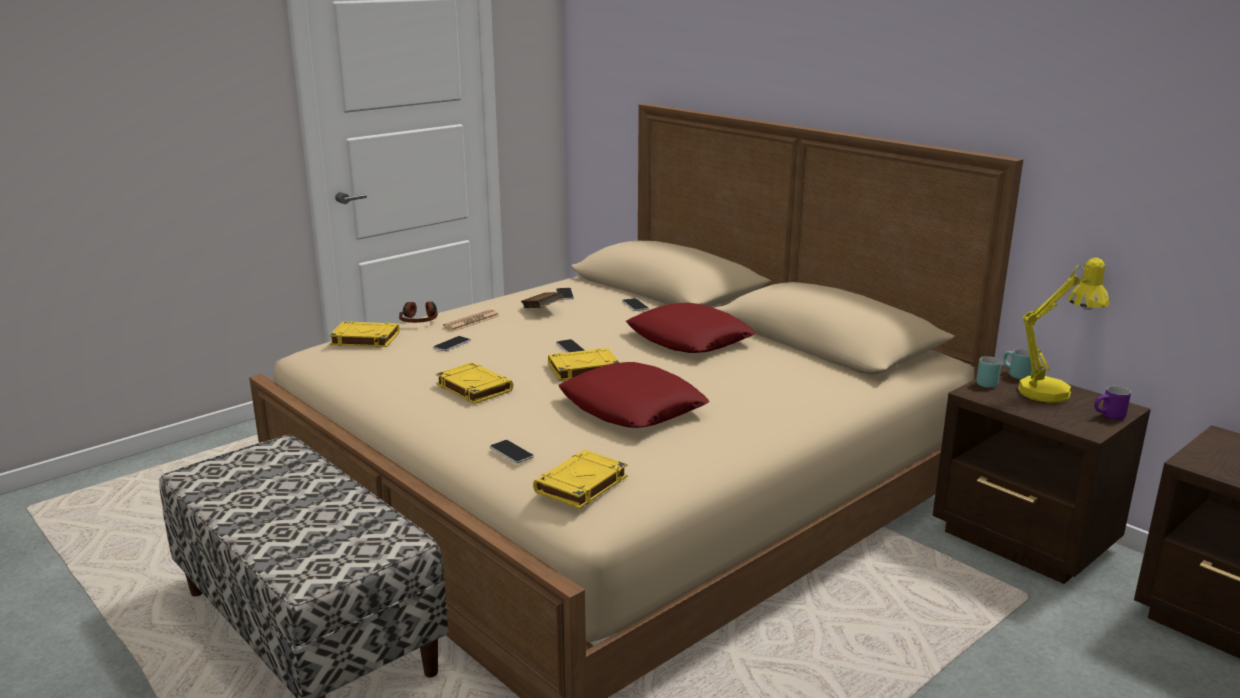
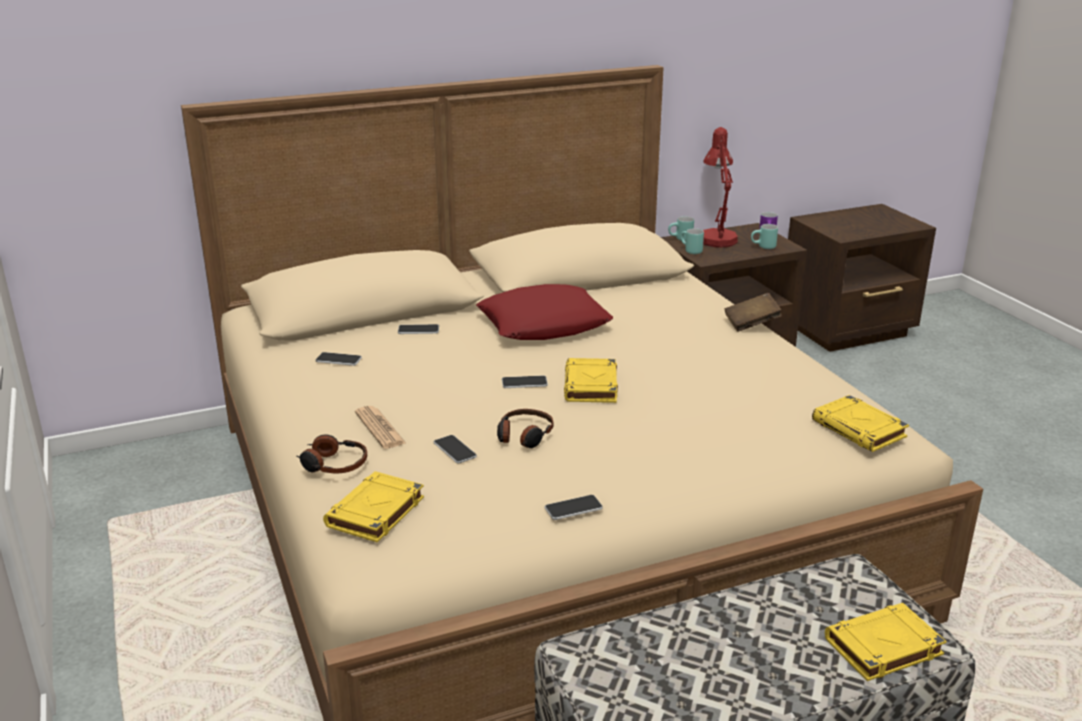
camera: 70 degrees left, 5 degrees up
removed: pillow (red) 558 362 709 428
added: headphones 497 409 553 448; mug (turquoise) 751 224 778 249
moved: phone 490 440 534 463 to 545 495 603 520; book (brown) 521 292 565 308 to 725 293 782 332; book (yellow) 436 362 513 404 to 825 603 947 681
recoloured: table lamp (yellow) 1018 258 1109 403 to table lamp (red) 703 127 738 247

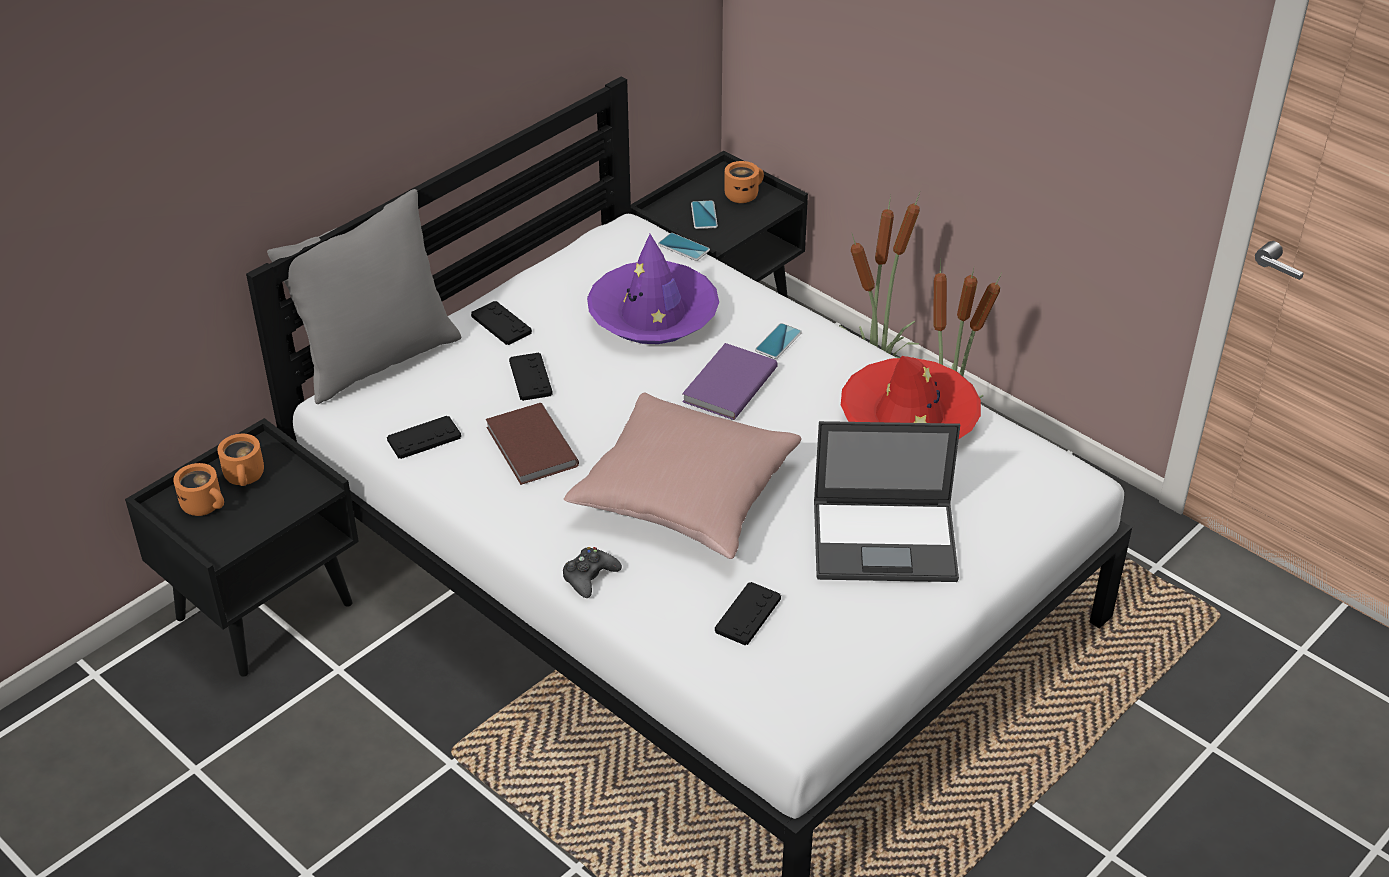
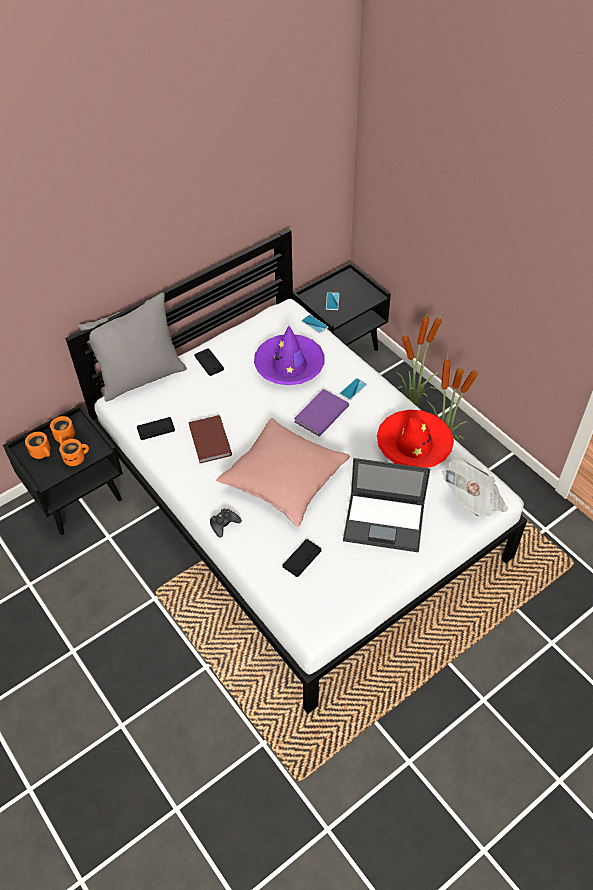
camera: 10 degrees right, 10 degrees up
removed: game controller (black) 509 352 553 401
added: newspaper 443 458 508 516
moved: mug (orange) 724 161 764 203 to 59 439 89 466

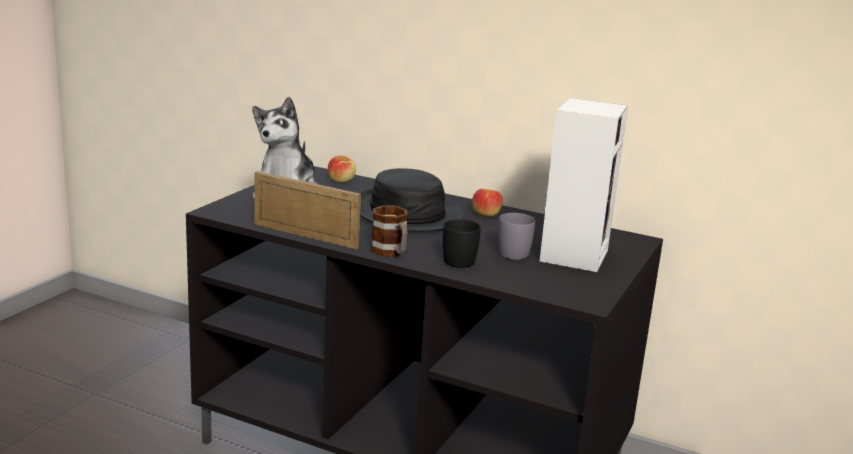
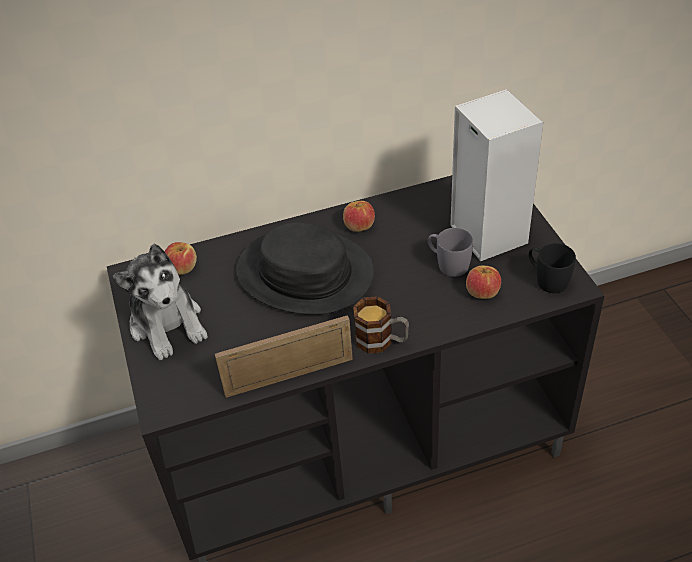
camera: 40 degrees left, 25 degrees up
added: apple 466 266 501 299
moved: mug (black) 443 219 481 268 to 529 243 576 293

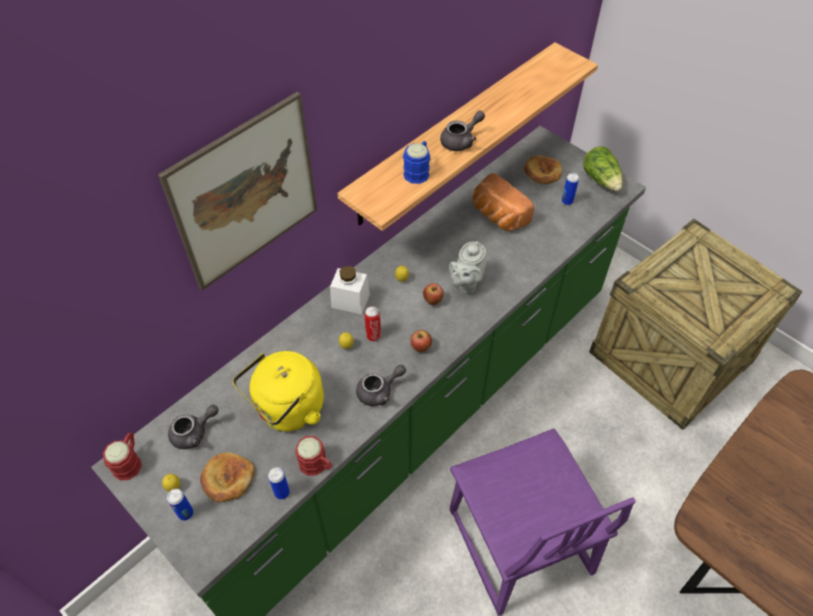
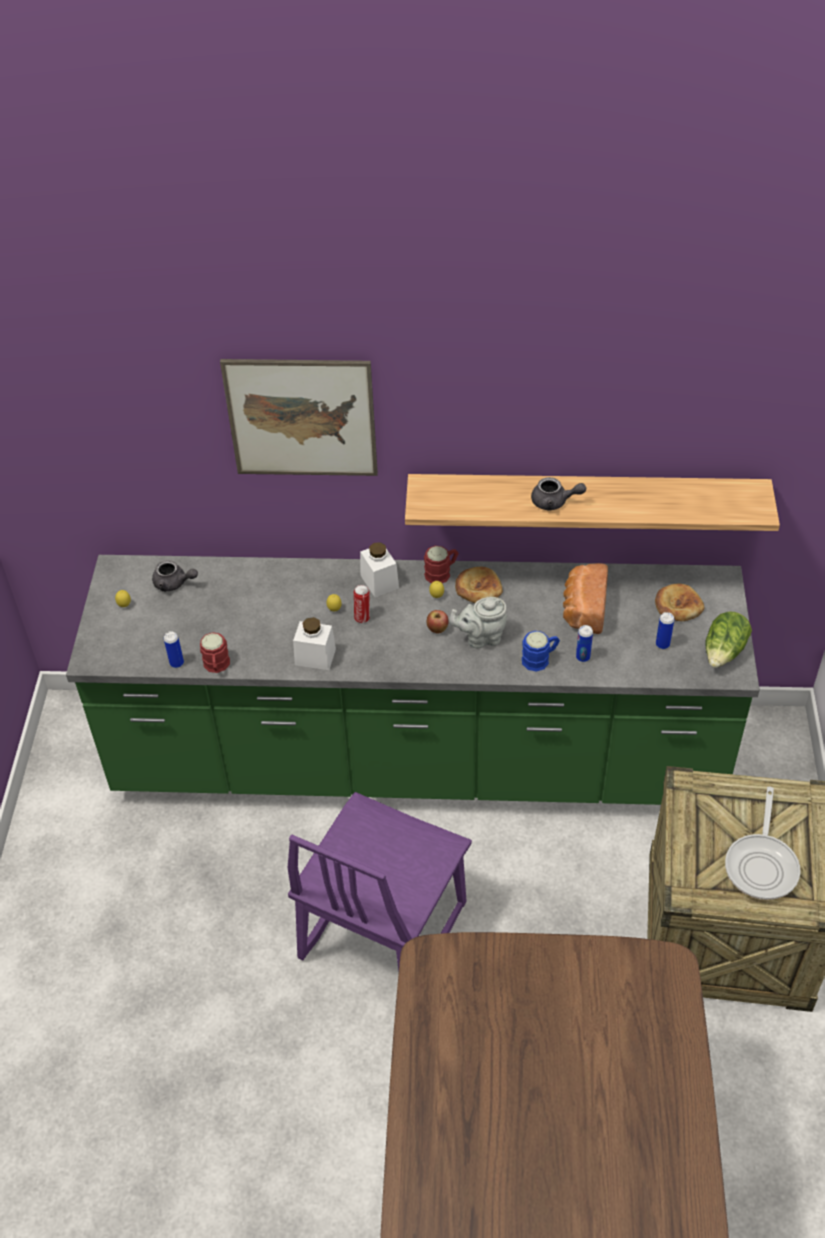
camera: 50 degrees right, 5 degrees down
removed: kettle (yellow) 233 351 324 431; apple 410 330 432 352
added: frying pan 725 787 800 900
moved: mug (red) 103 433 142 481 to 424 546 459 583; bread 200 452 255 502 to 455 567 503 603; mug (blue) 403 141 430 184 to 522 631 560 672; can 167 489 194 521 to 576 625 593 662
replaced: teapot (grey) 356 365 406 406 to jar (white) 293 617 336 670

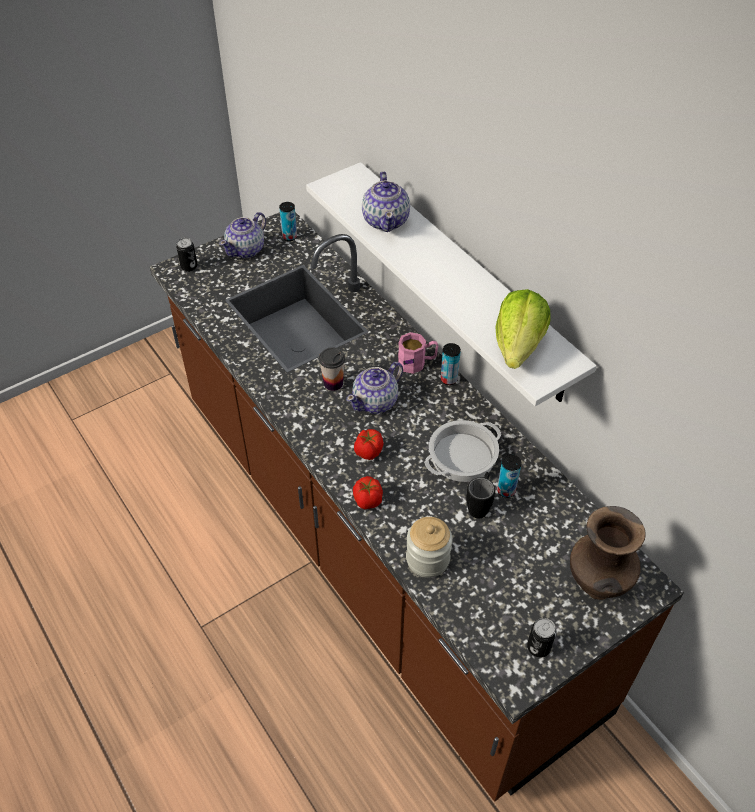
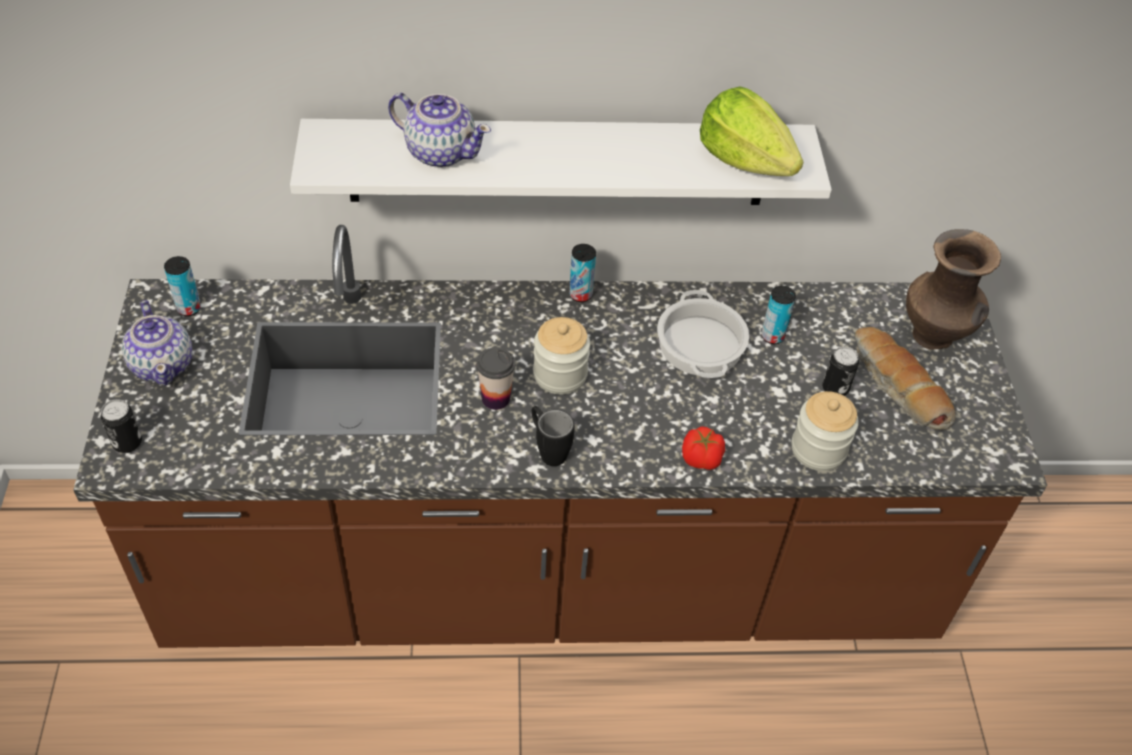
camera: 60 degrees left, 0 degrees up
removed: tomato 354 429 383 460; mug (pink) 398 332 438 374
added: bread 855 327 956 430
moved: mug (black) 466 472 495 519 to 531 406 575 466; can 527 618 557 658 to 822 346 859 396
replaced: teapot 346 362 403 414 to jar 533 317 590 395

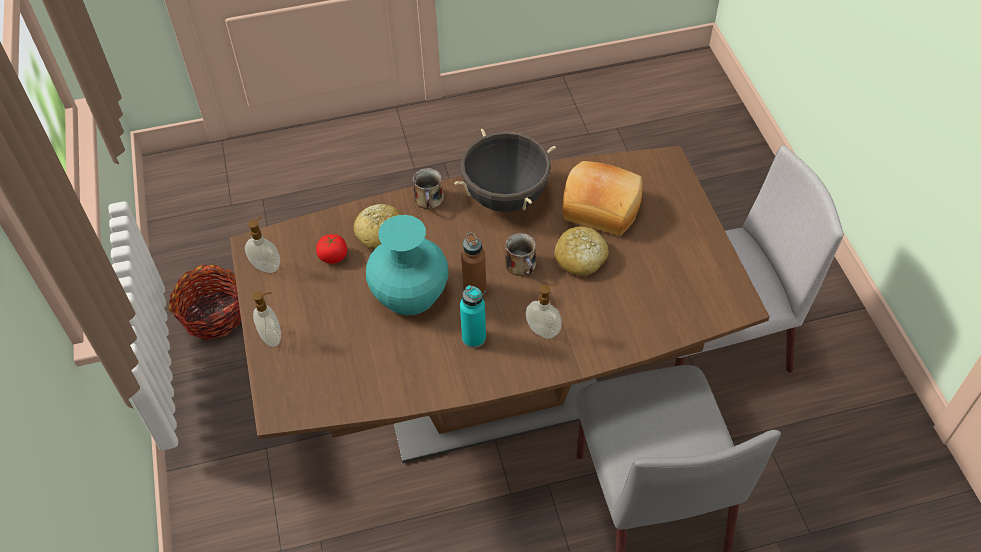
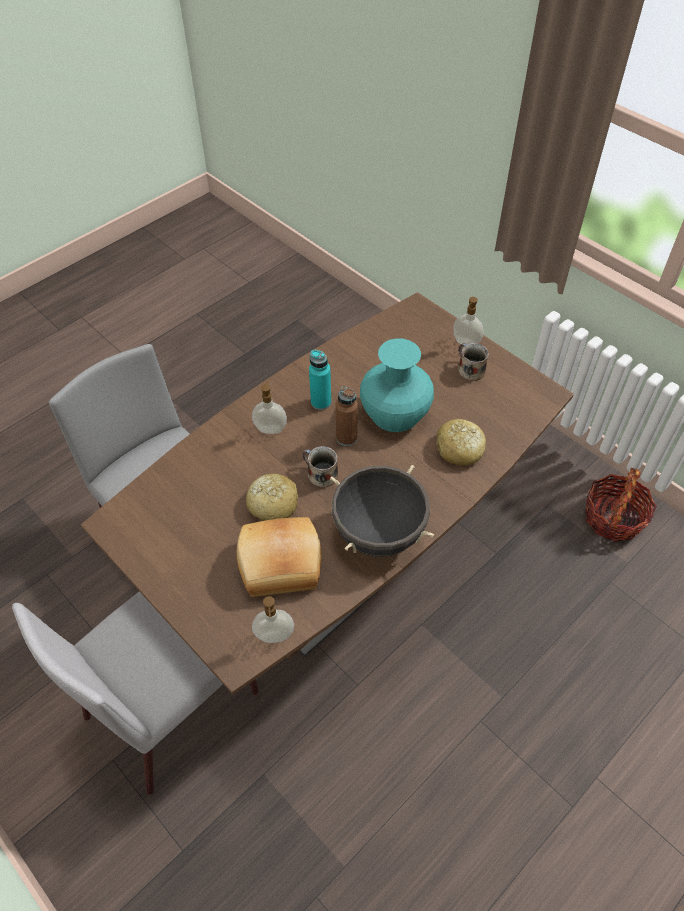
camera: 150 degrees right, 0 degrees up
removed: tomato 316 234 347 264
moved: soap dispenser 245 216 280 273 to 252 596 294 643; mug 413 168 444 209 to 458 343 489 381

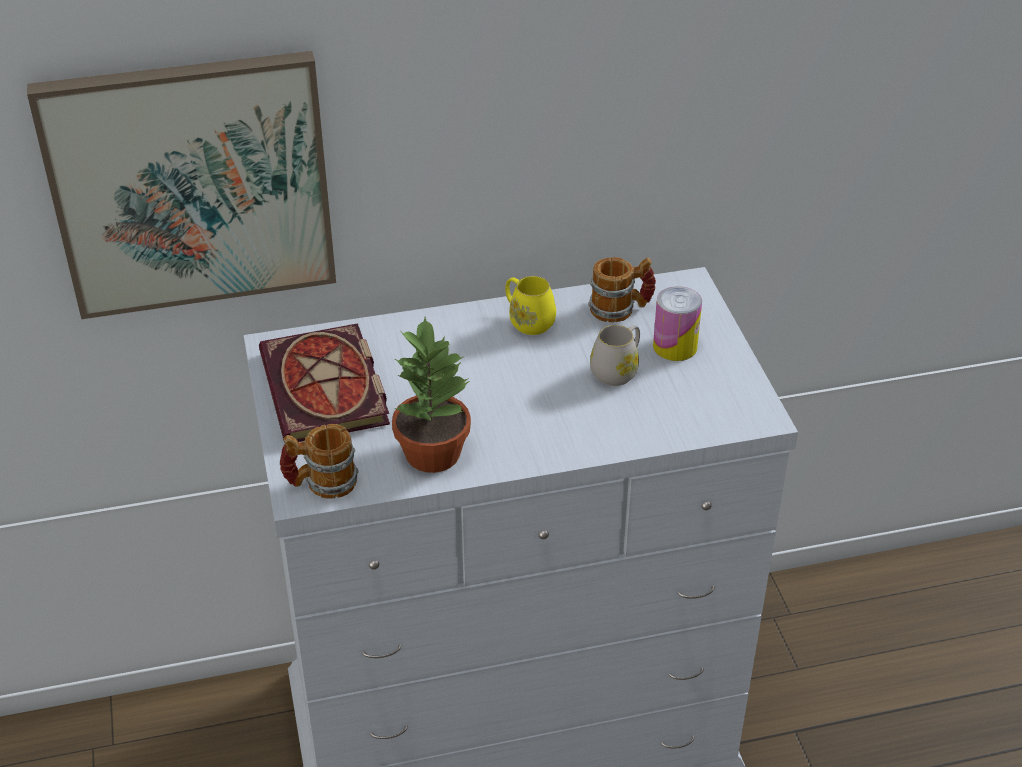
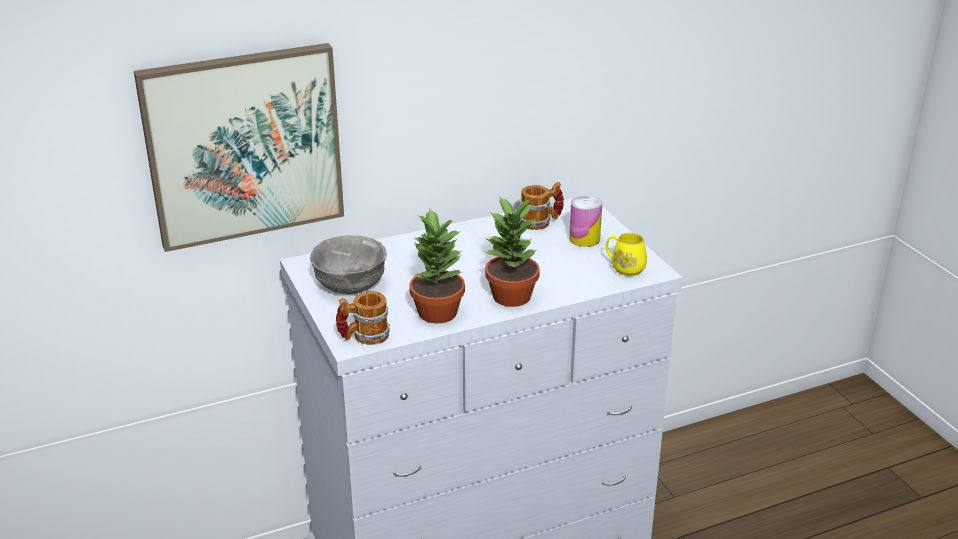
camera: 10 degrees left, 10 degrees down
removed: mug (white) 590 325 640 386
added: potted plant 485 195 540 307
moved: mug (yellow) 505 276 556 335 to 606 233 647 276
replaced: book 259 323 390 442 to bowl (grey) 310 235 387 294

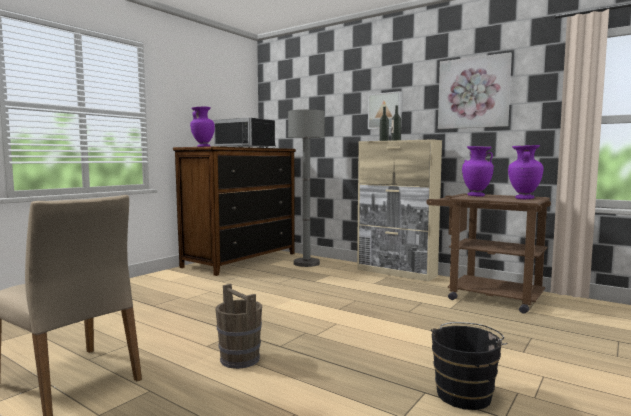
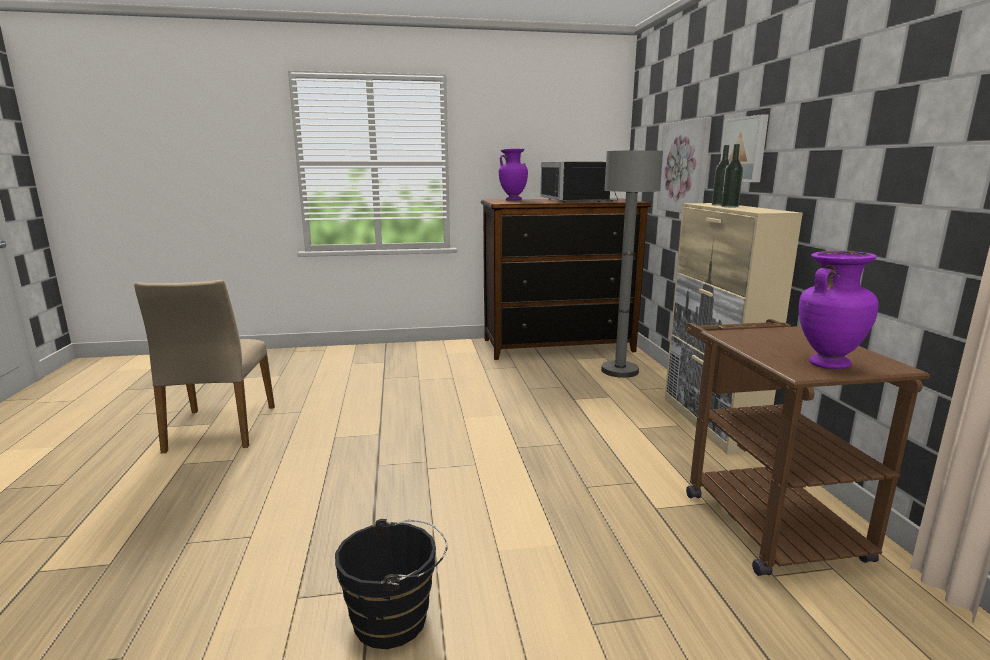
camera: 45 degrees right, 10 degrees up
removed: bucket (brown) 215 284 262 369; vase (purple) 462 146 494 197
moved: picture 438 52 512 129 to 657 117 712 213

